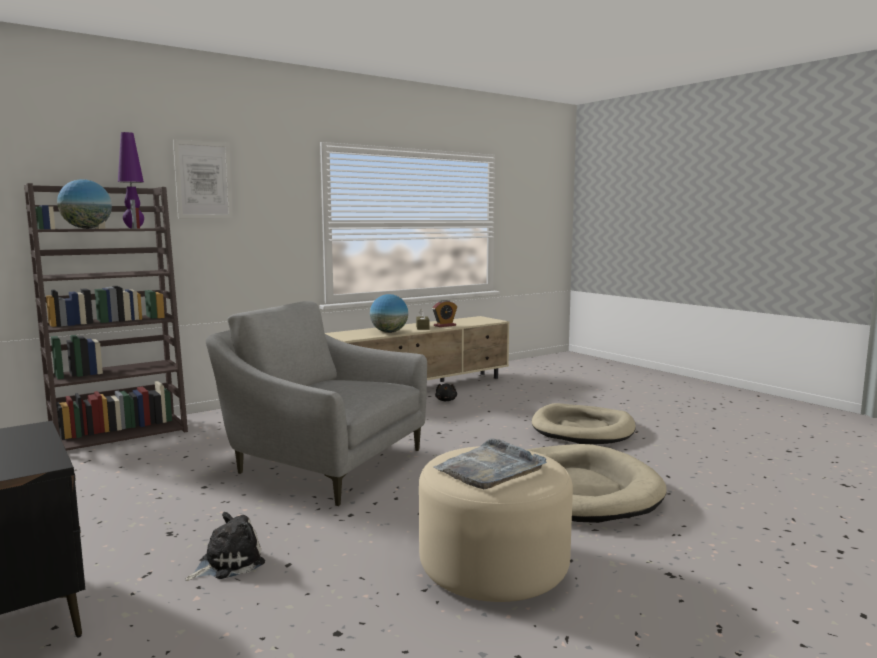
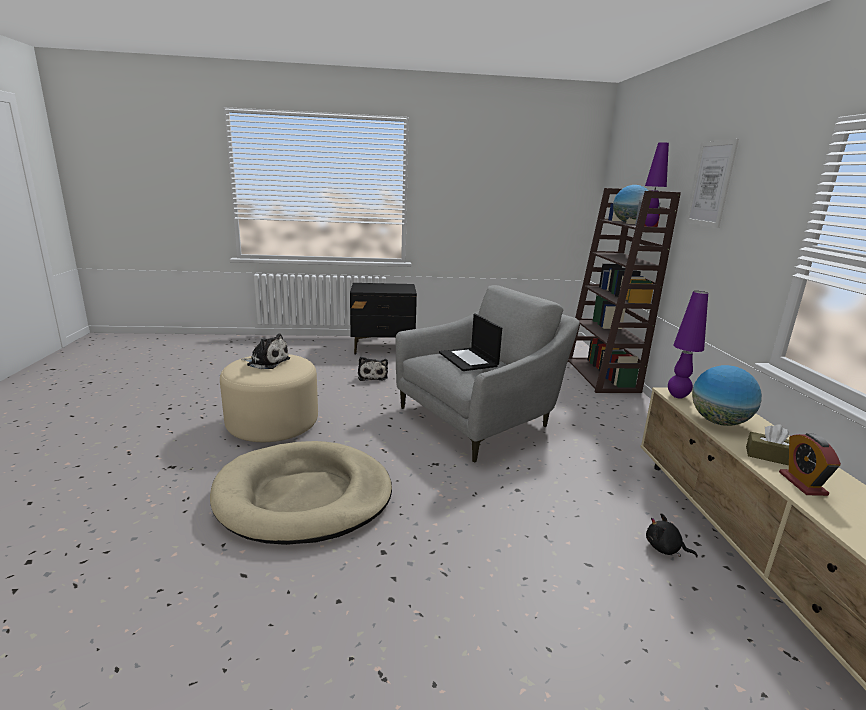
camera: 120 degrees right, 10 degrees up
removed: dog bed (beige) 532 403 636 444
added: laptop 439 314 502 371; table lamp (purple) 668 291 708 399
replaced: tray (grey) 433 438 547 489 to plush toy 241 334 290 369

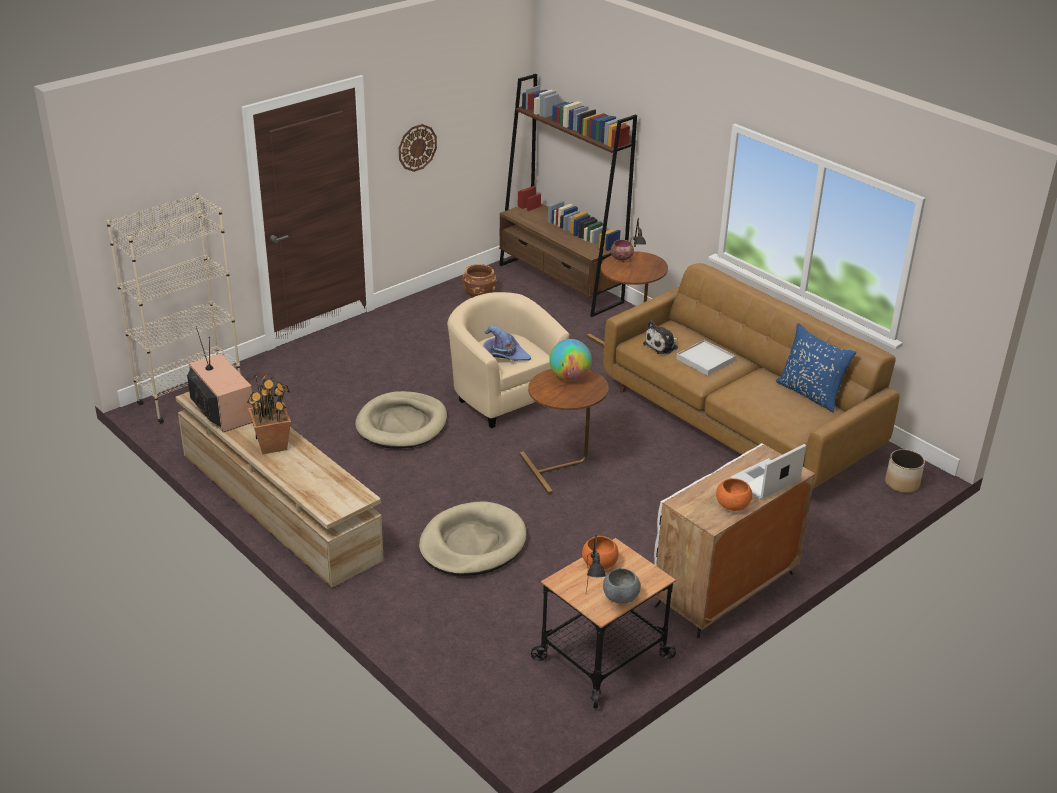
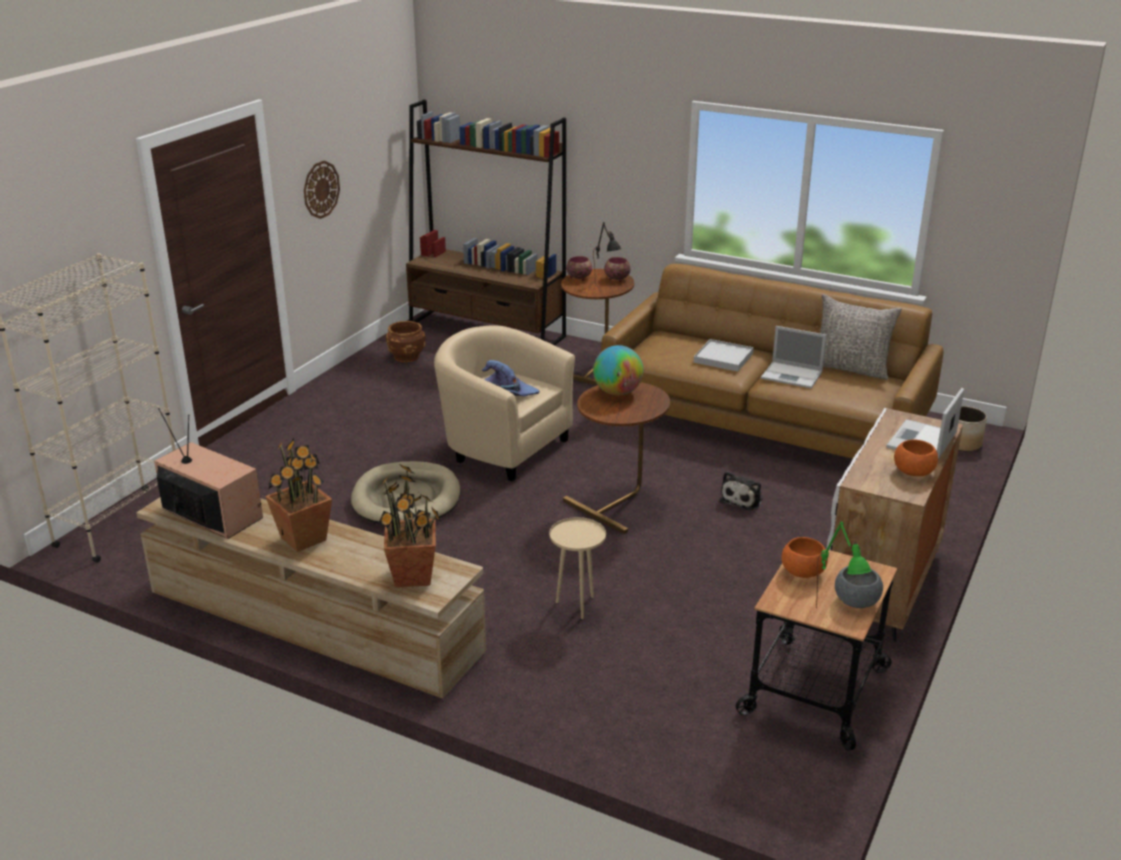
camera: 20 degrees left, 5 degrees down
added: potted plant 378 464 441 587; bowl 604 257 631 282; laptop 761 326 827 389
moved: plush toy 643 321 678 355 to 720 471 762 510
replaced: dog bed (beige) 419 501 527 576 to side table (beige) 549 517 606 620
recoloured: table lamp (black) 586 534 606 591 to table lamp (green) 816 521 872 609; pillow (blue) 776 323 856 412 to pillow (grey) 820 294 902 380

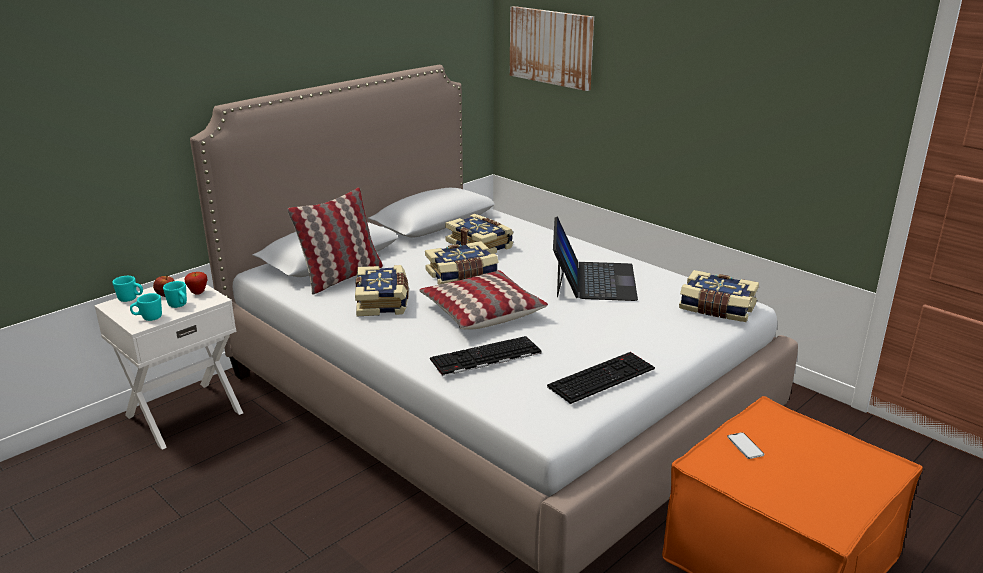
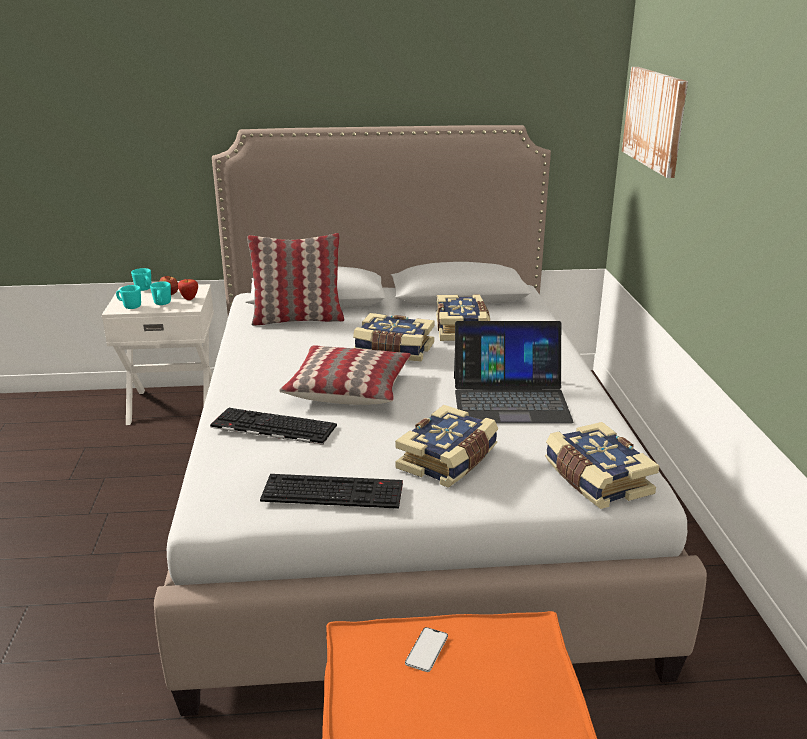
camera: 40 degrees right, 0 degrees up
moved: book 355 265 409 317 to 395 405 498 488
turned: laptop 553 216 638 301 = 454 321 574 424 45 degrees clockwise

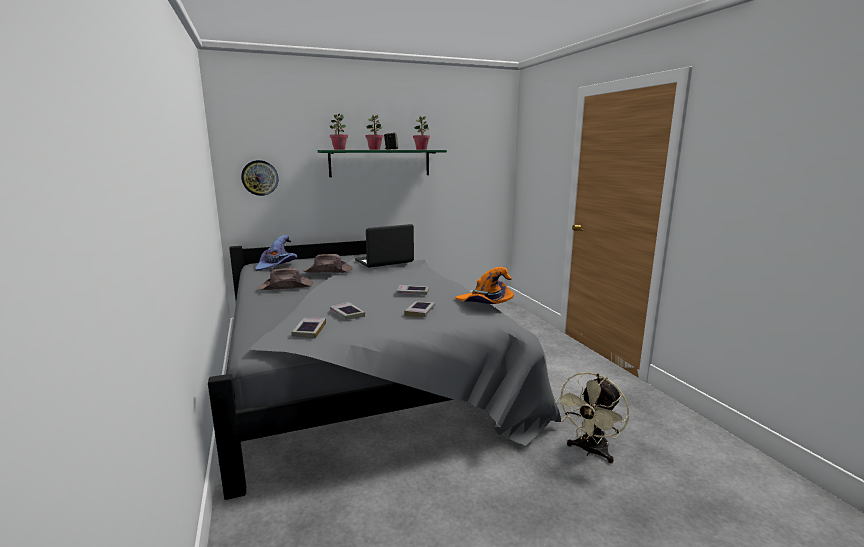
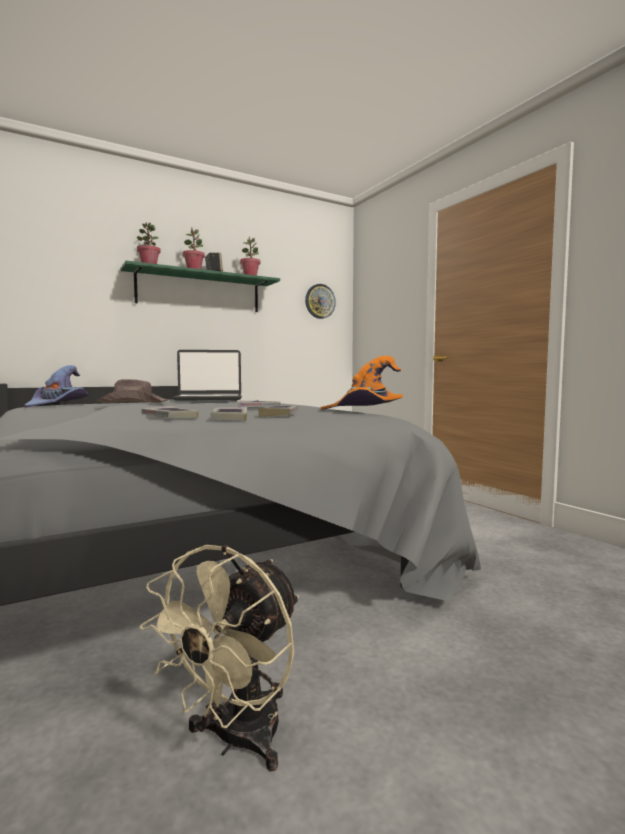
camera: 10 degrees left, 10 degrees down
removed: hat (brown) 258 268 313 290
moved: fan (beige) 555 372 629 463 to 140 545 299 772; book 291 318 326 338 to 210 407 247 421; wall clock 241 160 278 196 to 305 284 336 319
turned: laptop 355 224 414 268 = 172 350 242 401 150 degrees counterclockwise

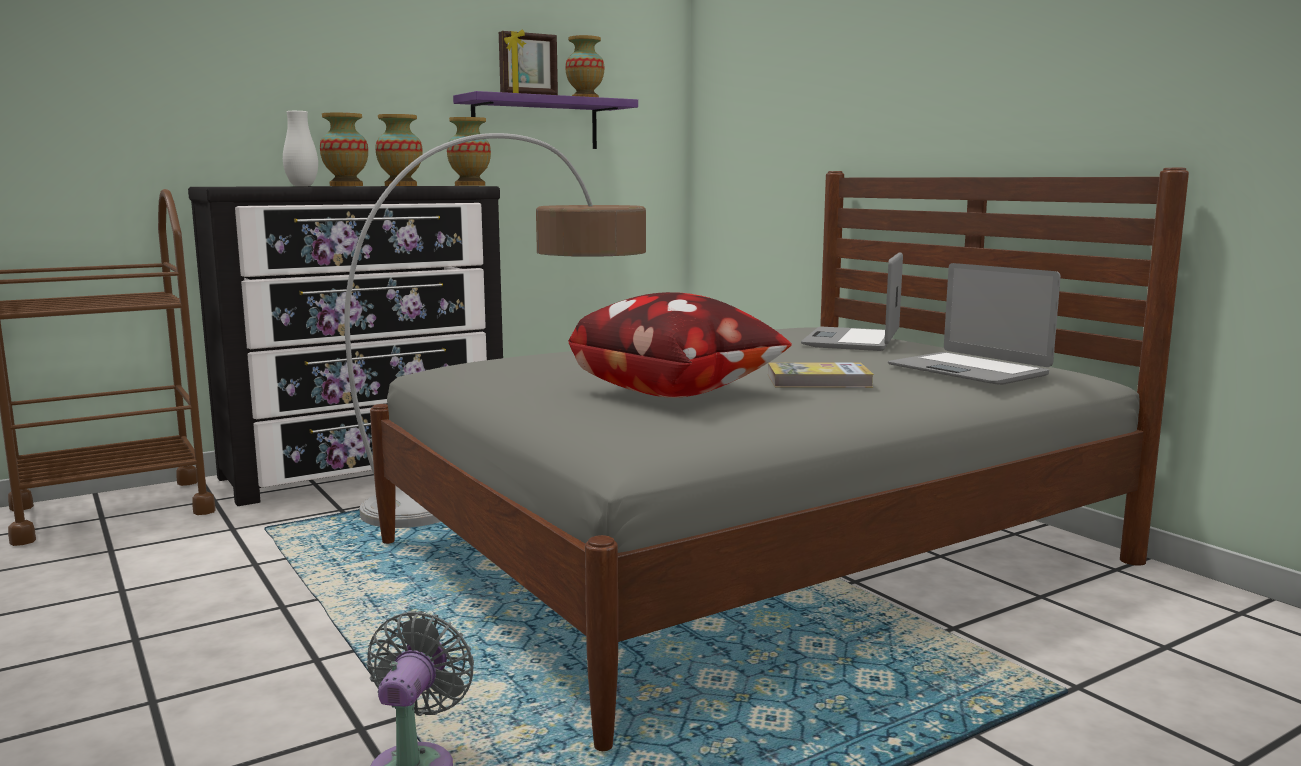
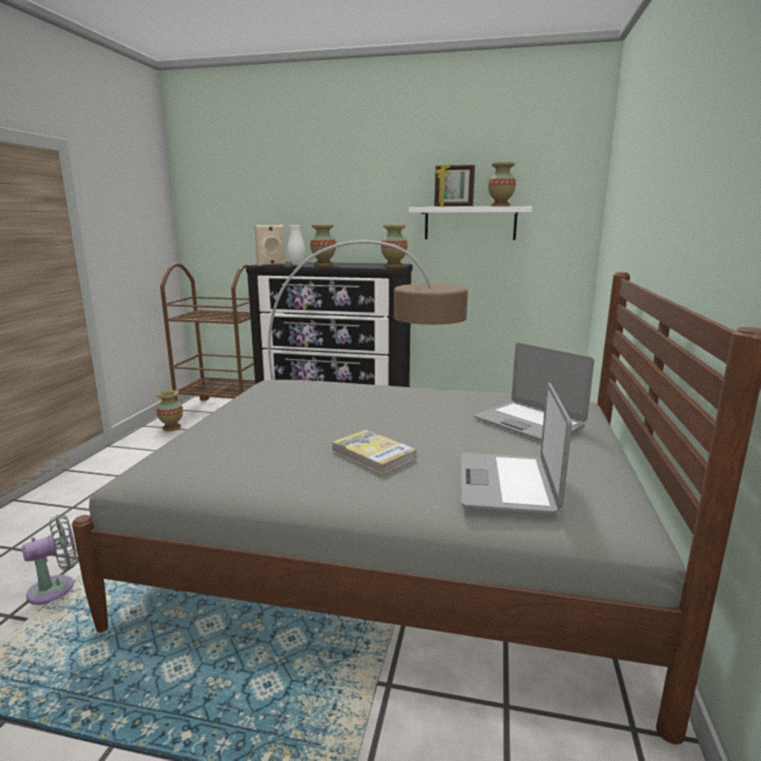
camera: 45 degrees right, 5 degrees up
removed: pillow 568 292 791 398
added: speaker (beige) 254 225 285 266
moved: vase 375 114 423 186 to 157 390 183 431
recoloured: shelf (purple) 453 91 638 149 to shelf (white) 409 206 532 240
turned: laptop 801 252 903 351 = 474 343 594 440 105 degrees counterclockwise

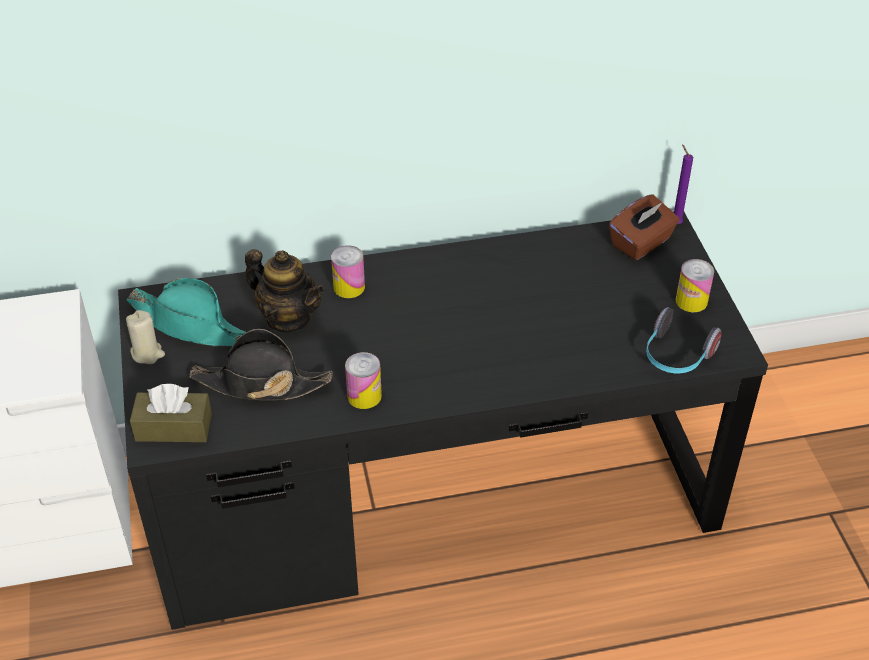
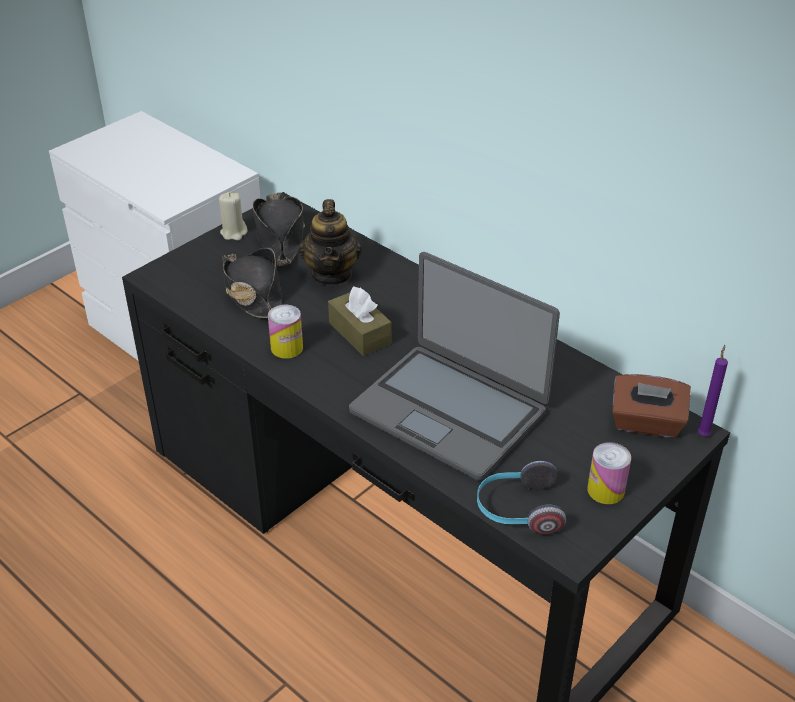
camera: 55 degrees right, 5 degrees down
removed: can 331 245 365 298
added: laptop 349 252 560 481
moved: tissue box (brown) 130 384 212 442 to 328 286 392 356
recoloured: hat (turquoise) 126 278 246 347 to hat (black) 252 192 305 266

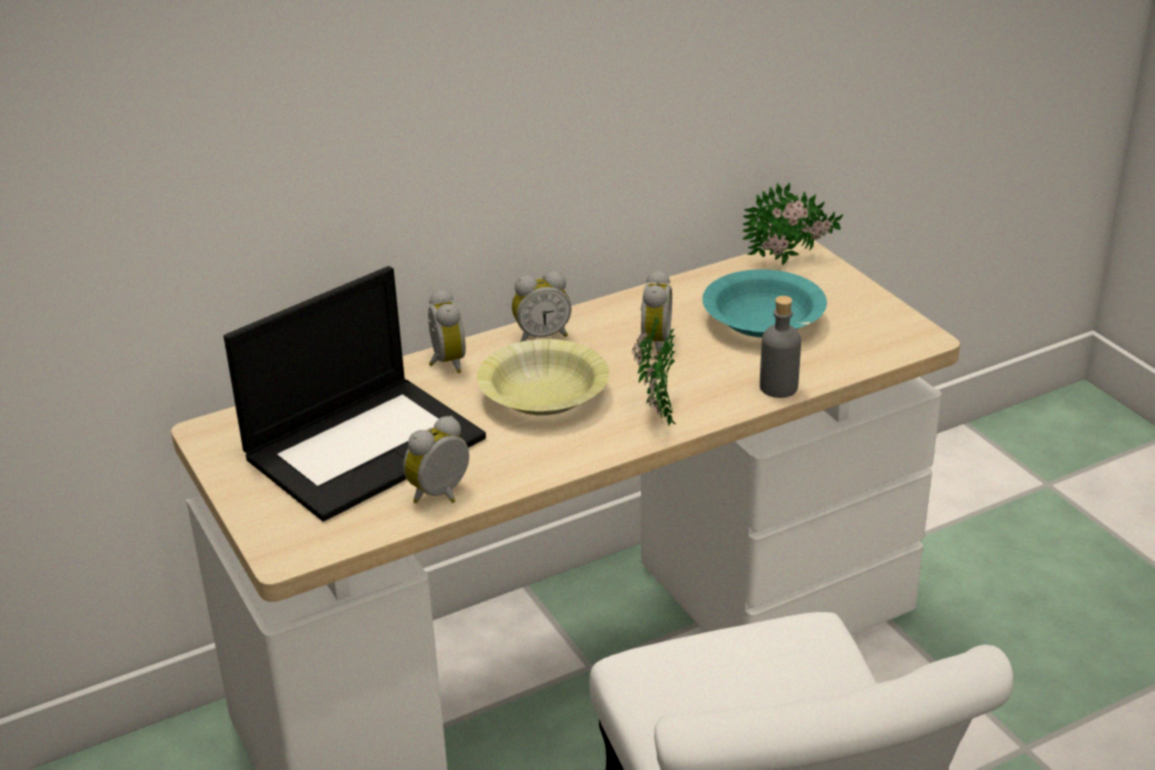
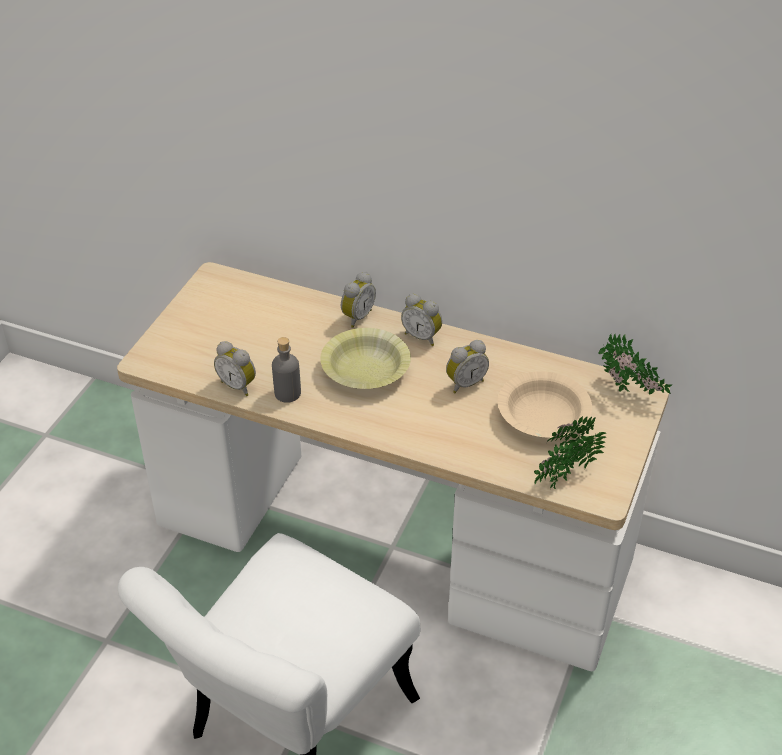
camera: 50 degrees right, 10 degrees up
removed: laptop 224 266 486 522
moved: bottle (grey) 760 296 801 398 to 272 337 301 403; potted plant 632 313 676 426 to 534 416 606 489
recoloured: bowl (turquoise) 702 269 827 338 to bowl (beige) 498 371 592 437
turned: alarm clock 403 416 469 503 = 214 341 256 396 150 degrees counterclockwise

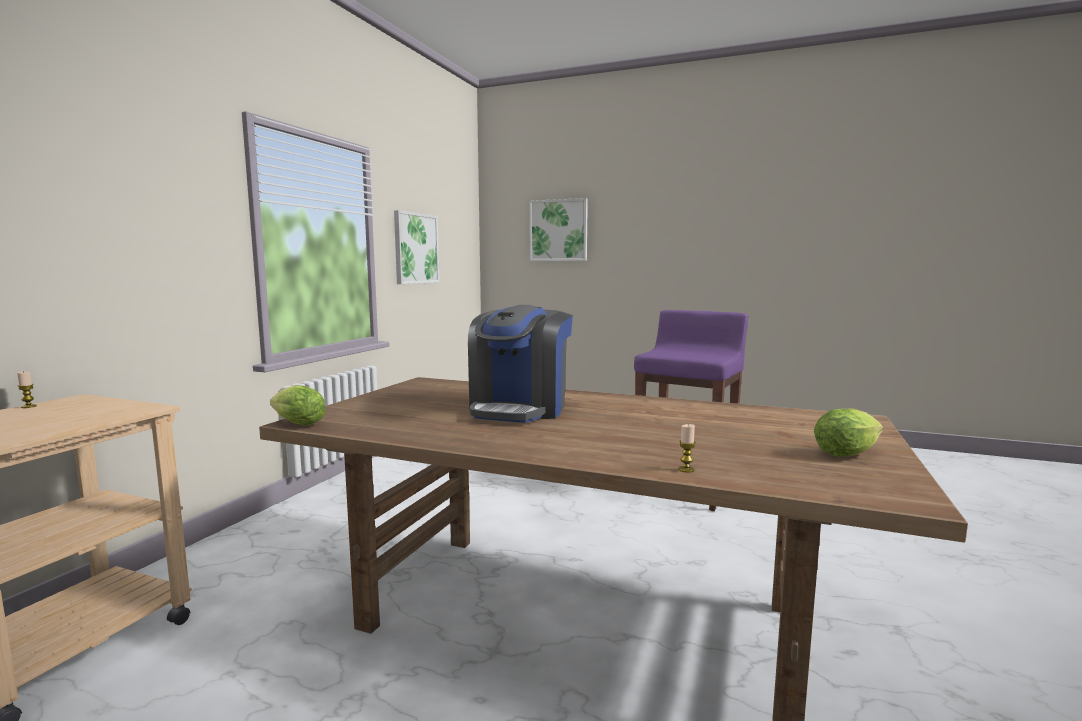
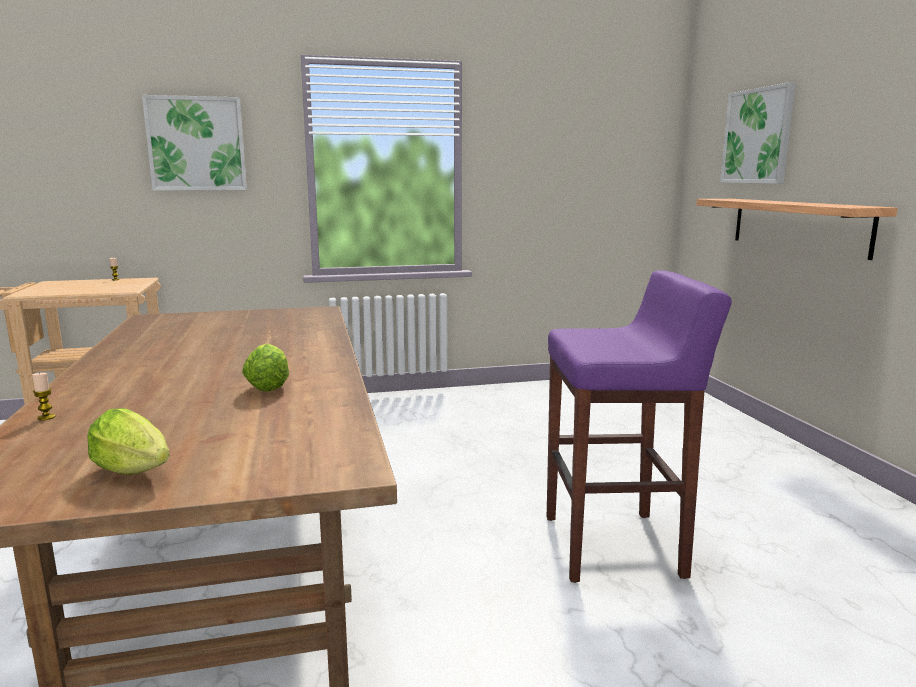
camera: 55 degrees right, 5 degrees up
removed: coffee machine 468 305 573 423
added: shelf 696 199 898 260
moved: picture 394 210 440 284 to 142 95 247 191; lettuce 270 385 326 426 to 242 343 289 392

